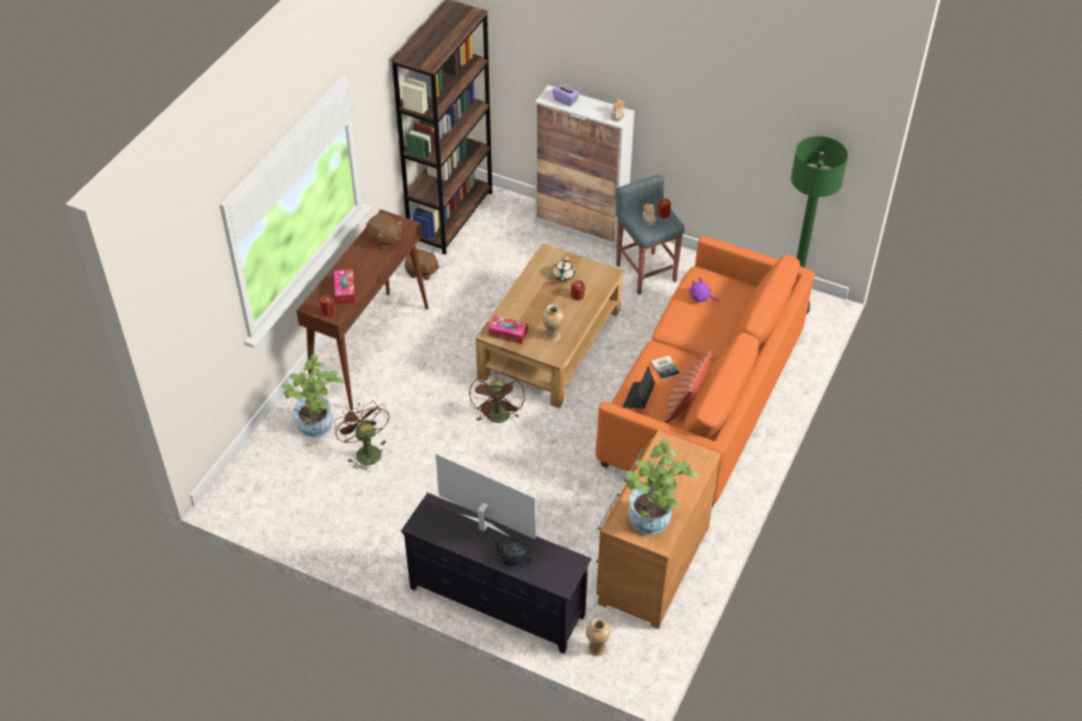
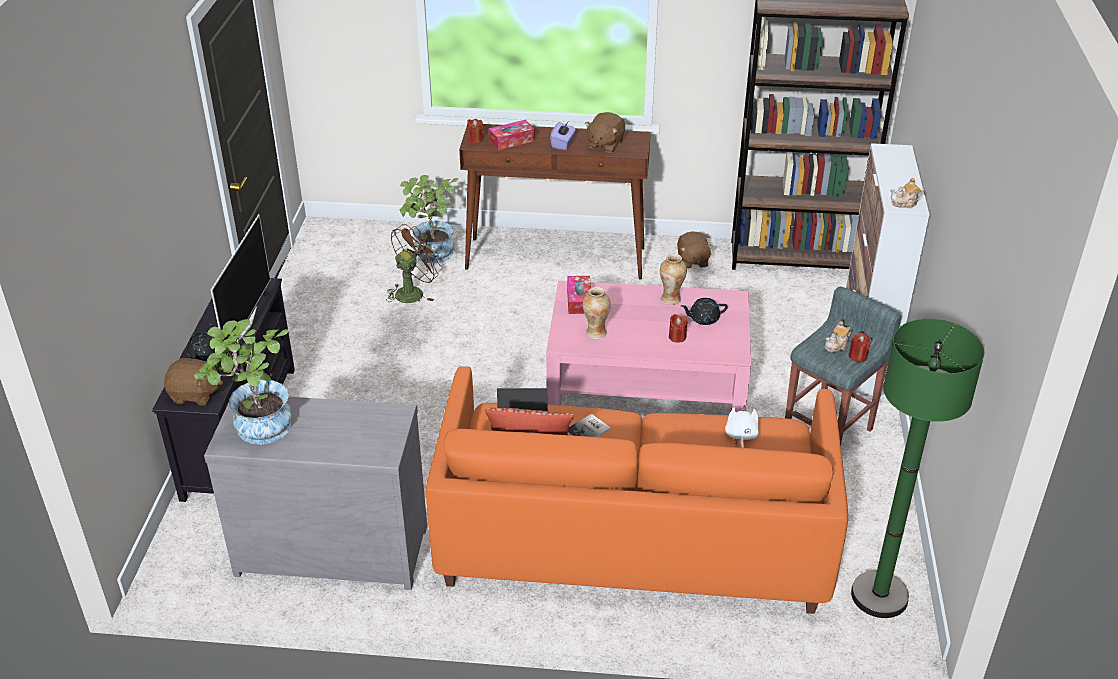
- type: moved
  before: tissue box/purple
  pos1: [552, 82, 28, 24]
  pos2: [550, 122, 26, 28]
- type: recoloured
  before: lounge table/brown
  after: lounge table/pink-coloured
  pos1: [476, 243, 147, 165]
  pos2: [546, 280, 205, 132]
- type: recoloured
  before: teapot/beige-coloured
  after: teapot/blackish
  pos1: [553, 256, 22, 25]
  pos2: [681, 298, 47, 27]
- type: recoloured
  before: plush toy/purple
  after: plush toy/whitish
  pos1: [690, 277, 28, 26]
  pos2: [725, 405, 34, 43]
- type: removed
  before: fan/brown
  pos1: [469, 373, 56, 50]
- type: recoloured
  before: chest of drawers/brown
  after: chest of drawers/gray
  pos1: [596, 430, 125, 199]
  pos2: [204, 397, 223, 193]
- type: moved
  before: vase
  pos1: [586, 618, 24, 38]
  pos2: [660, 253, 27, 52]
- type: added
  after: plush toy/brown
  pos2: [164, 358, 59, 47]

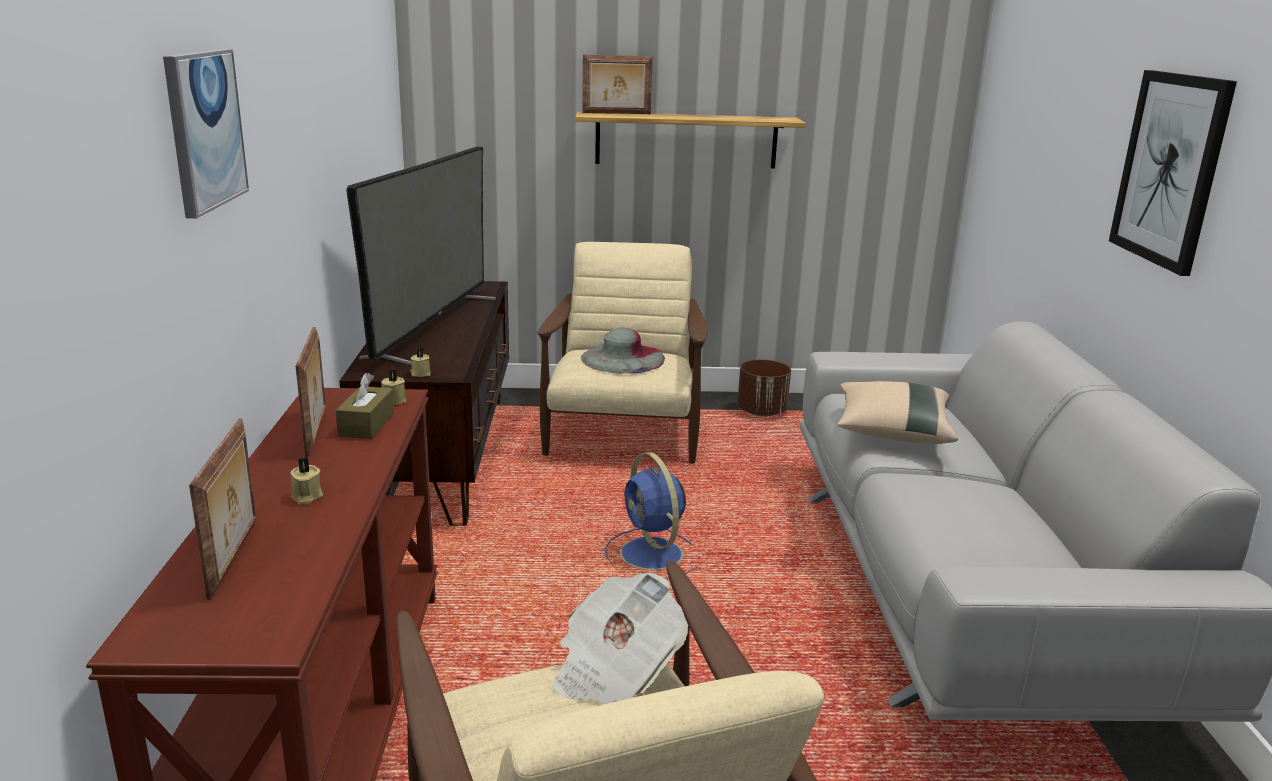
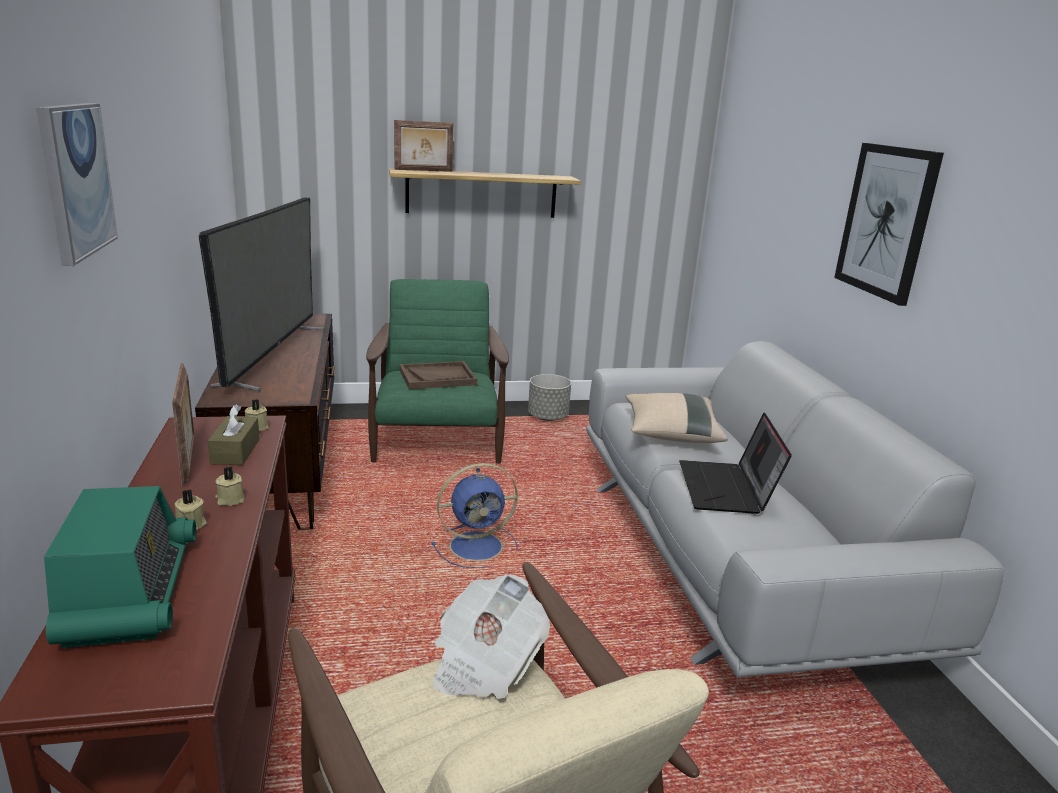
- type: recoloured
  before: lounge chair/beige-coloured
  after: lounge chair/green-coloured
  pos1: [538, 242, 170, 222]
  pos2: [366, 279, 143, 185]
- type: replaced
  before: clothing hat/gray
  after: carrying tray/brown
  pos1: [581, 328, 84, 46]
  pos2: [400, 361, 77, 28]
- type: moved
  before: wax candle/beige-coloured
  pos1: [410, 348, 21, 29]
  pos2: [216, 466, 28, 40]
- type: recoloured
  before: planter/brown
  after: planter/gray
  pos1: [738, 359, 53, 58]
  pos2: [528, 374, 43, 47]
- type: replaced
  before: photo frame
  after: radio
  pos1: [189, 419, 67, 181]
  pos2: [44, 486, 152, 162]
- type: turned
  before: fan/blue-coloured
  pos1: [605, 452, 94, 127]
  pos2: [432, 463, 86, 105]
  turn: -75
- type: added
  after: portable computer
  pos2: [679, 413, 113, 101]

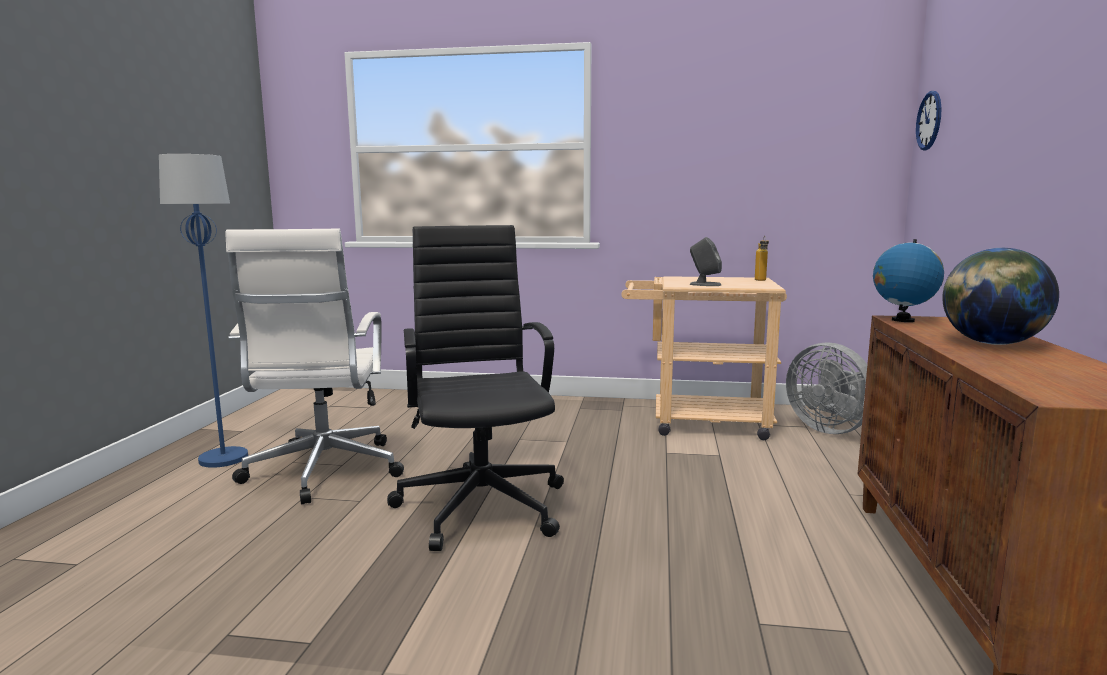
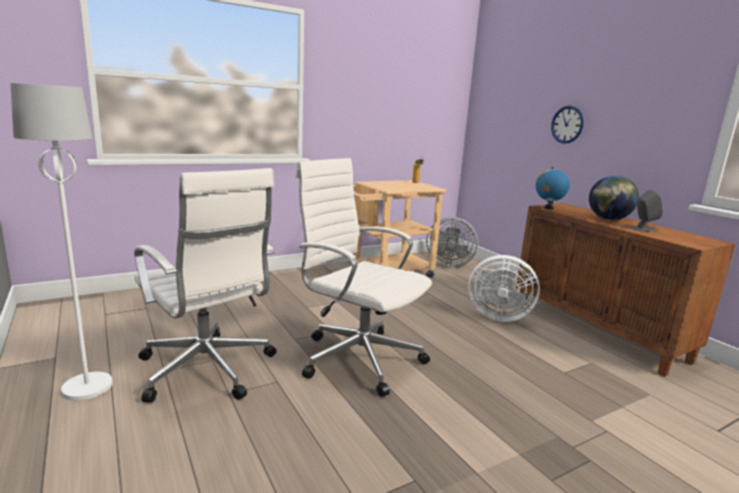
- type: moved
  before: wall clock
  pos1: [916, 91, 25, 59]
  pos2: [551, 106, 33, 38]
- type: recoloured
  before: standard lamp/blue-coloured
  after: standard lamp/whitish
  pos1: [159, 154, 89, 314]
  pos2: [10, 83, 102, 318]
- type: recoloured
  before: desk chair/blackish
  after: desk chair/whitish
  pos1: [387, 225, 177, 326]
  pos2: [296, 158, 136, 239]
- type: moved
  before: loudspeaker/gray
  pos1: [690, 237, 32, 49]
  pos2: [630, 190, 33, 42]
- type: added
  after: fan/whitish
  pos2: [468, 255, 72, 67]

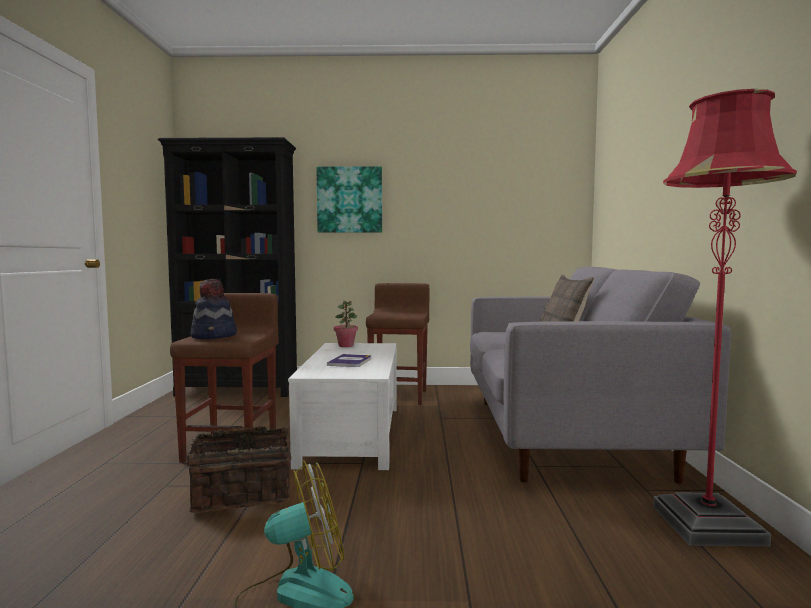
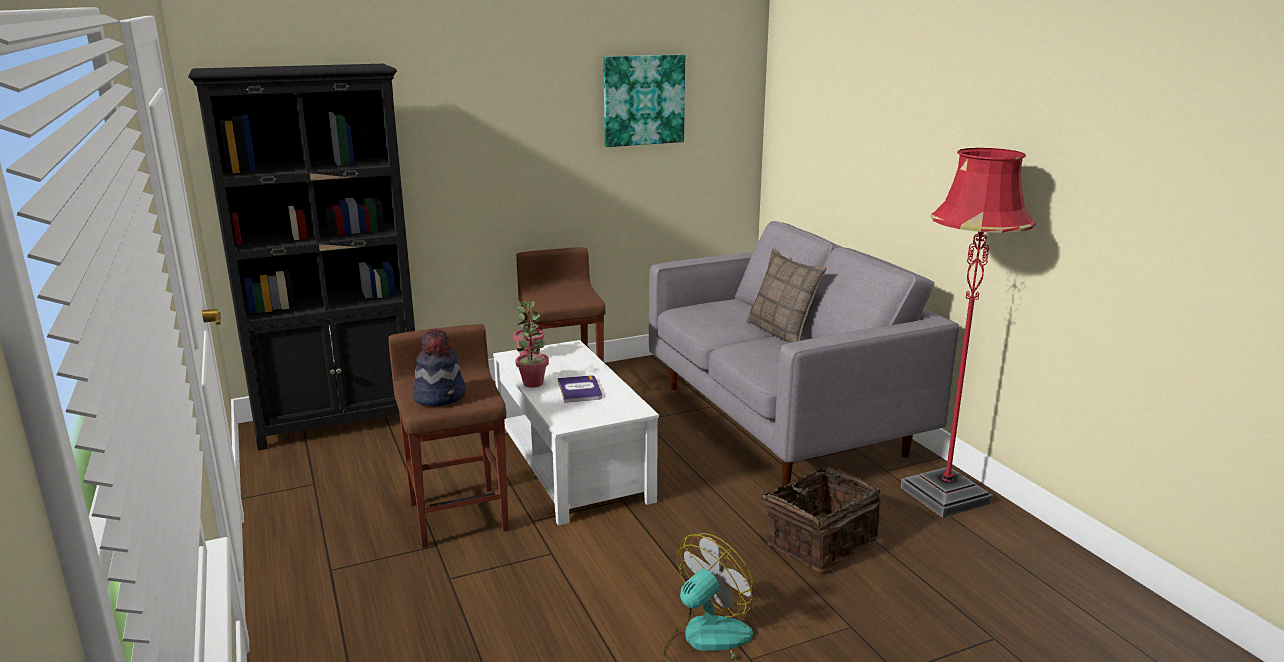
- type: moved
  before: picture
  pos1: [317, 166, 65, 67]
  pos2: [603, 55, 82, 92]
- type: moved
  before: household basket
  pos1: [186, 426, 105, 87]
  pos2: [755, 467, 126, 105]
- type: added
  after: plant in a pot
  pos2: [516, 322, 33, 66]

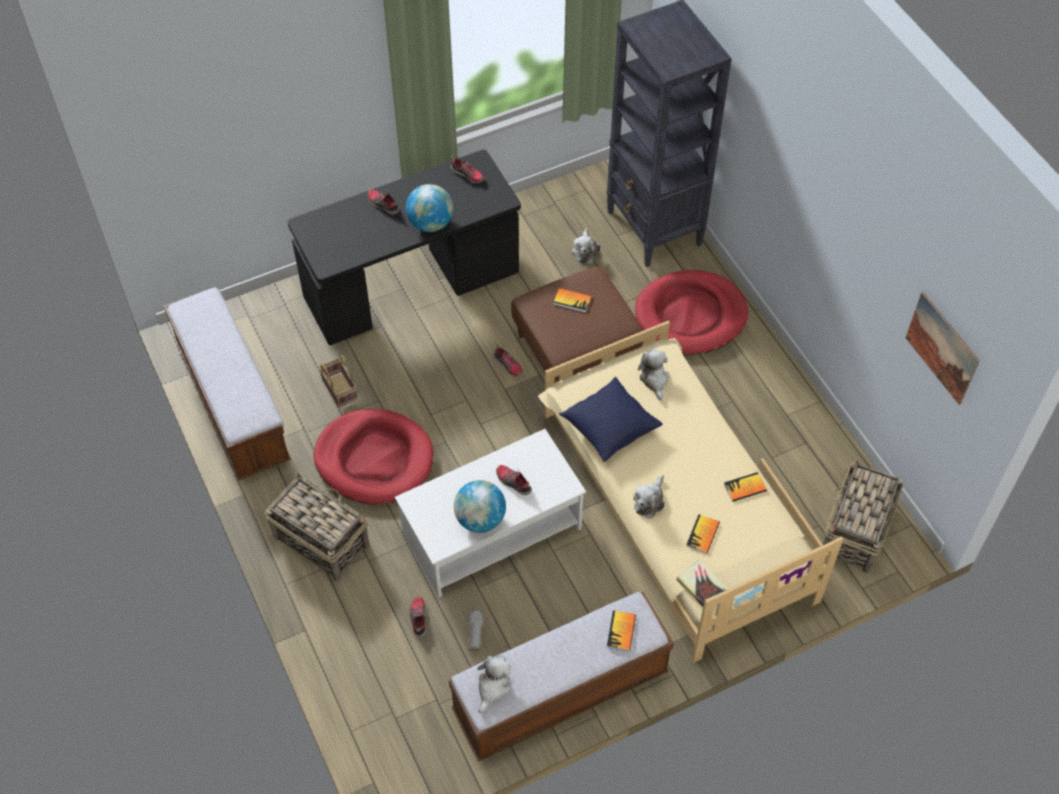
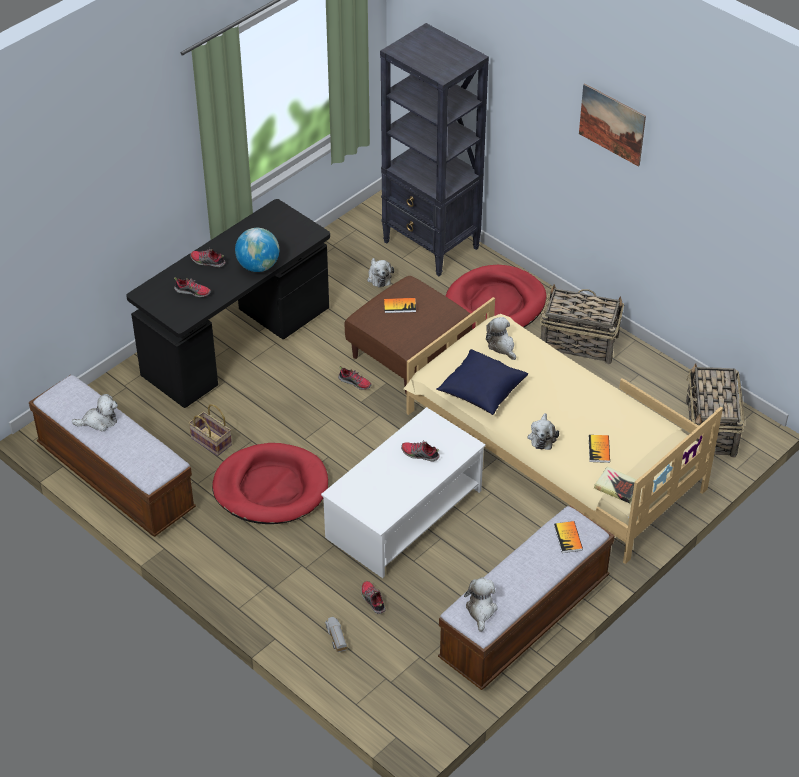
- type: moved
  before: shoe
  pos1: [450, 156, 34, 27]
  pos2: [174, 277, 37, 20]
- type: moved
  before: picture
  pos1: [906, 292, 74, 113]
  pos2: [579, 83, 67, 84]
- type: removed
  before: volume
  pos1: [724, 472, 43, 30]
- type: moved
  before: household basket
  pos1: [265, 473, 105, 108]
  pos2: [540, 284, 84, 80]
- type: removed
  before: desk globe
  pos1: [454, 480, 52, 53]
- type: moved
  before: toy lorry
  pos1: [468, 610, 16, 41]
  pos2: [325, 617, 23, 35]
- type: added
  after: plush toy
  pos2: [72, 394, 46, 38]

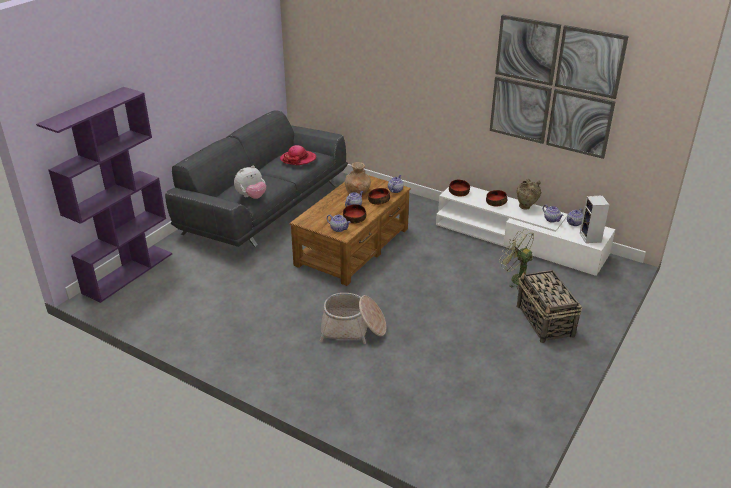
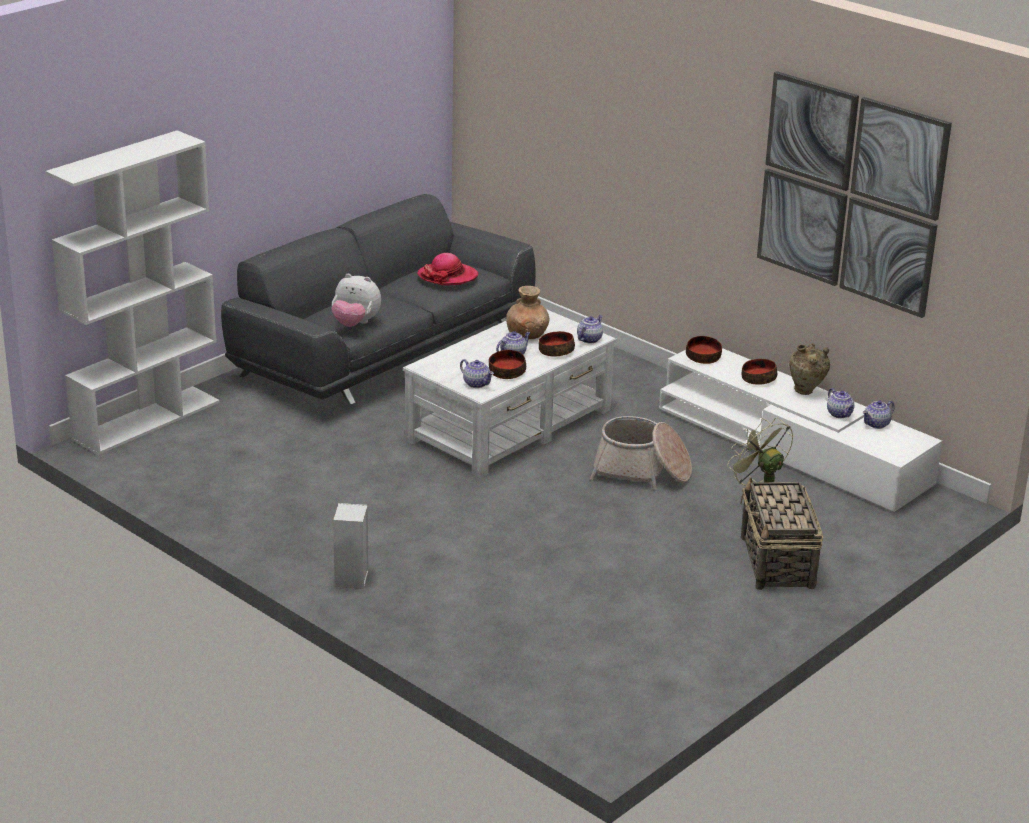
- type: recoloured
  before: bookshelf/purple
  after: bookshelf/whitish
  pos1: [36, 87, 136, 216]
  pos2: [45, 130, 175, 325]
- type: turned
  before: plush toy
  pos1: [234, 165, 32, 34]
  pos2: [331, 274, 50, 53]
  turn: 45
- type: recoloured
  before: lounge table/brown
  after: lounge table/whitish
  pos1: [289, 175, 122, 111]
  pos2: [403, 309, 214, 169]
- type: moved
  before: loudspeaker
  pos1: [580, 195, 29, 48]
  pos2: [333, 503, 36, 86]
- type: moved
  before: household basket
  pos1: [320, 293, 66, 51]
  pos2: [590, 416, 102, 74]

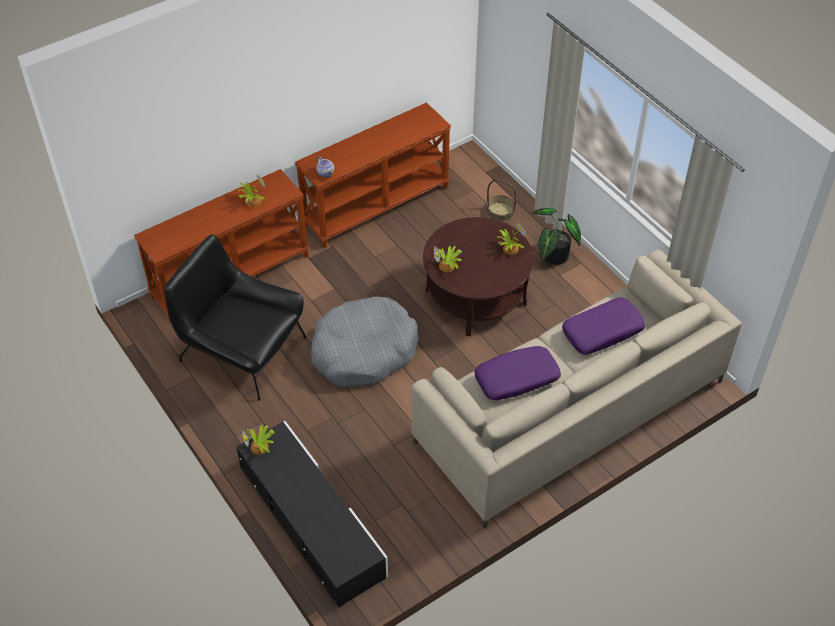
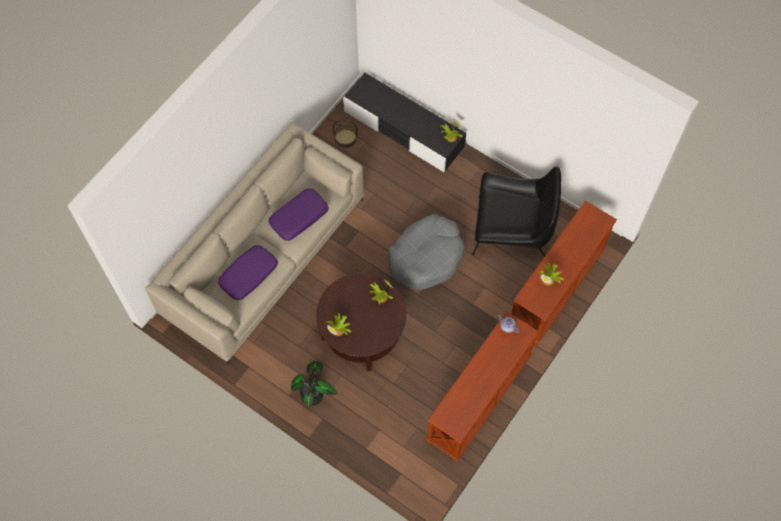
- type: moved
  before: household basket
  pos1: [486, 179, 31, 43]
  pos2: [333, 120, 24, 28]

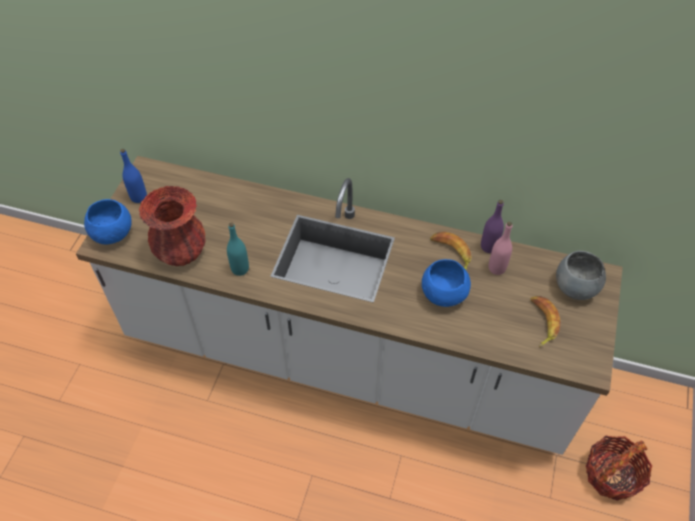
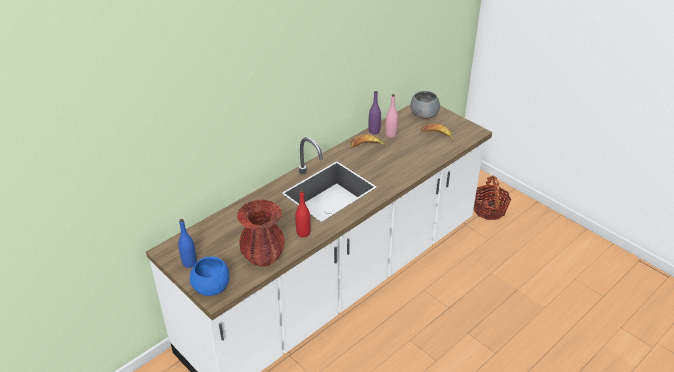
- type: recoloured
  before: beverage bottle/turquoise-coloured
  after: beverage bottle/red
  pos1: [227, 223, 22, 53]
  pos2: [295, 190, 15, 47]
- type: removed
  before: bowl/blue-coloured
  pos1: [422, 259, 49, 48]

